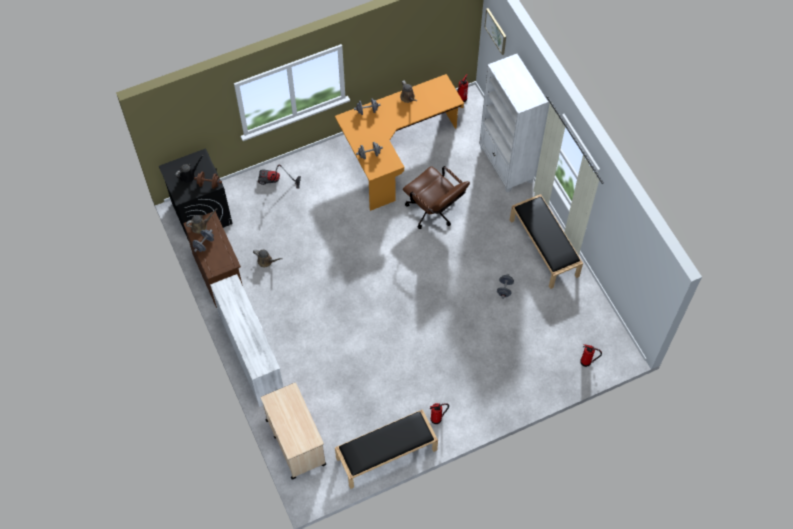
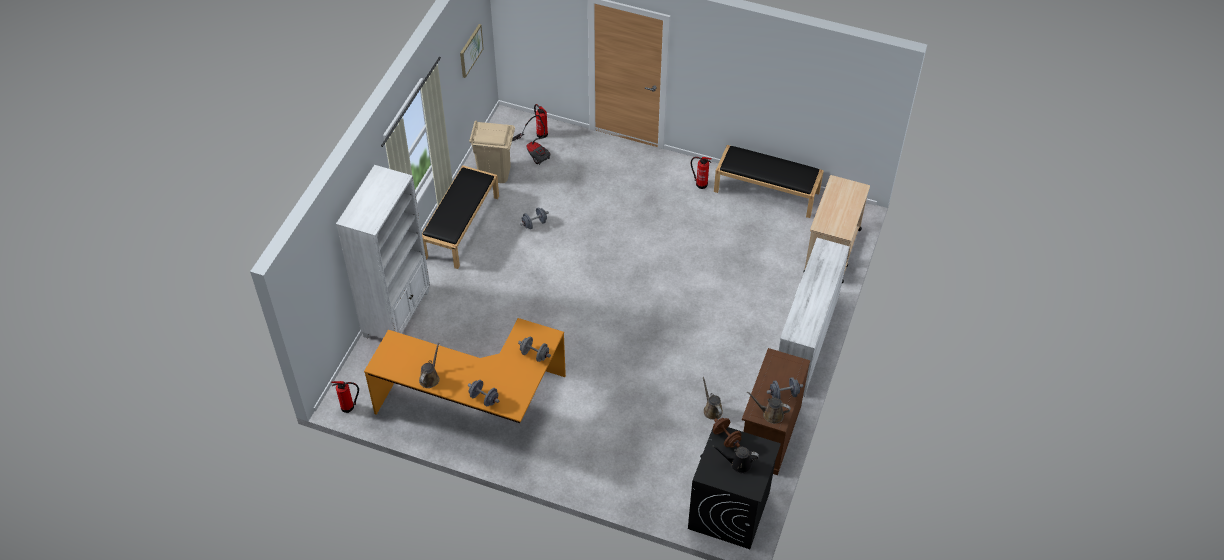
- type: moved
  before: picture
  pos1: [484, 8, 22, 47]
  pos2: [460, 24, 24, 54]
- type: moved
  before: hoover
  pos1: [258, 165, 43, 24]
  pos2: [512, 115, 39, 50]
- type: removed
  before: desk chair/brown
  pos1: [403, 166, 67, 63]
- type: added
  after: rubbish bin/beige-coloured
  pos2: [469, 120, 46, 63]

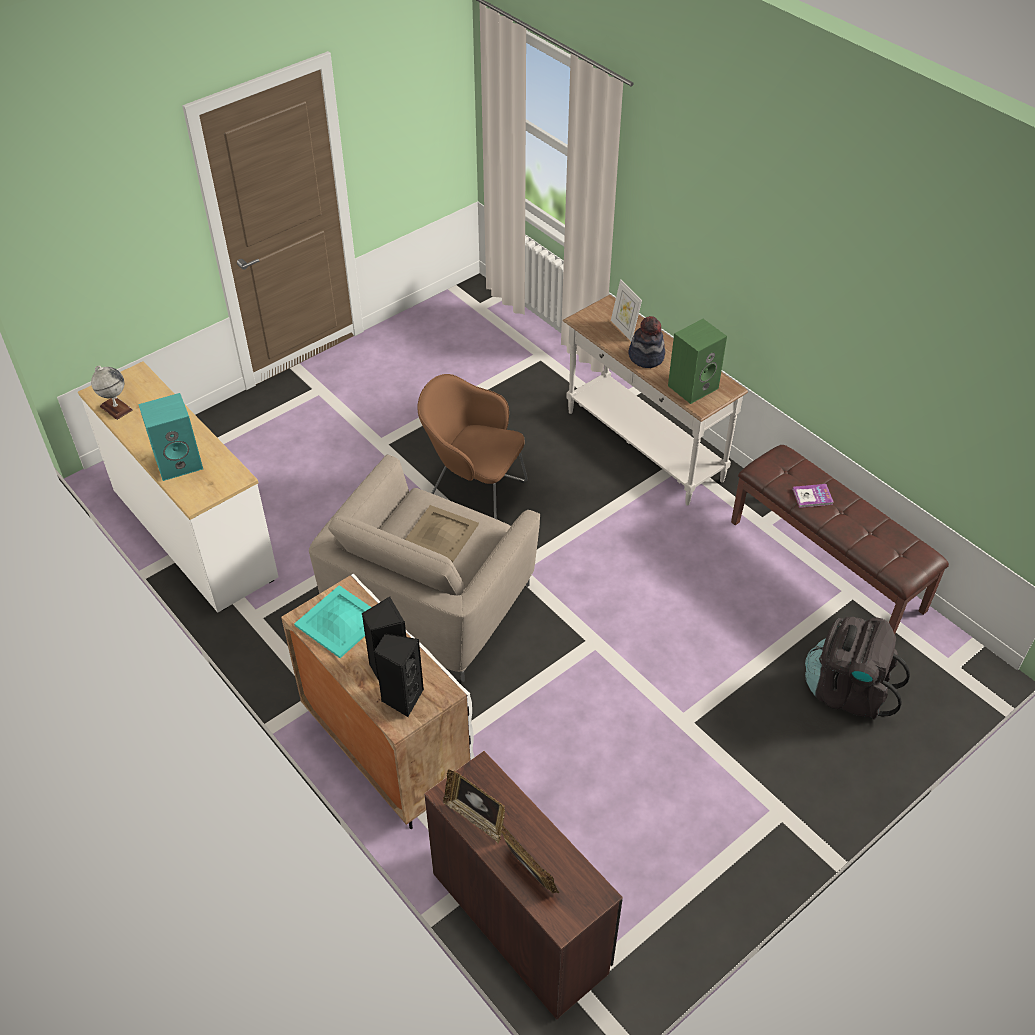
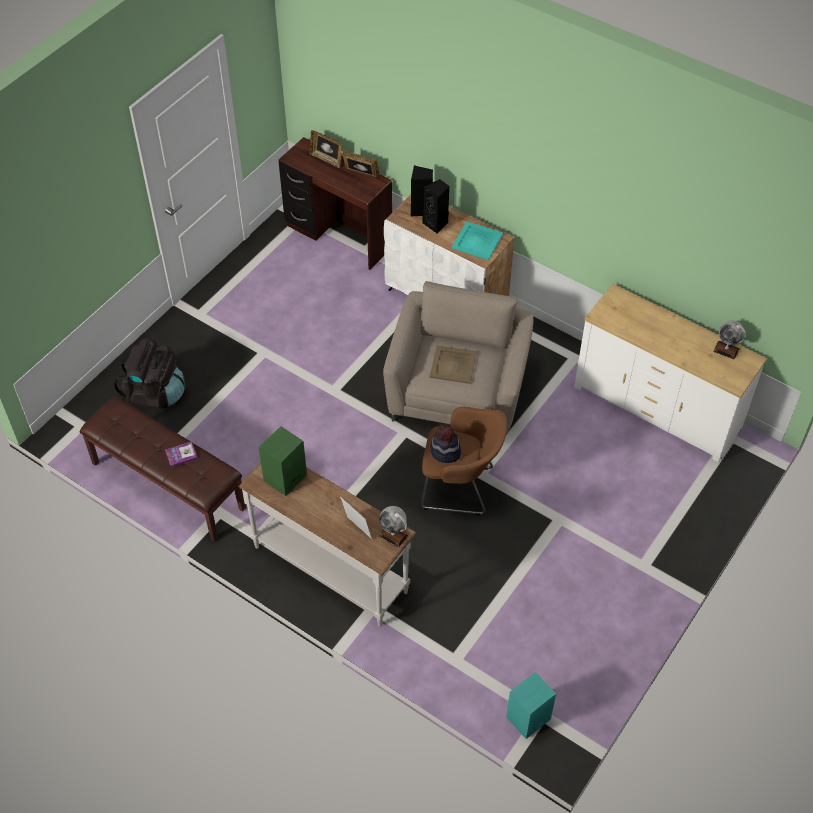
- type: moved
  before: clothing hat
  pos1: [629, 316, 36, 52]
  pos2: [430, 424, 31, 39]
- type: moved
  before: loudspeaker/turquoise-coloured
  pos1: [138, 393, 65, 88]
  pos2: [506, 672, 50, 67]
- type: added
  after: desk globe
  pos2: [378, 506, 30, 41]

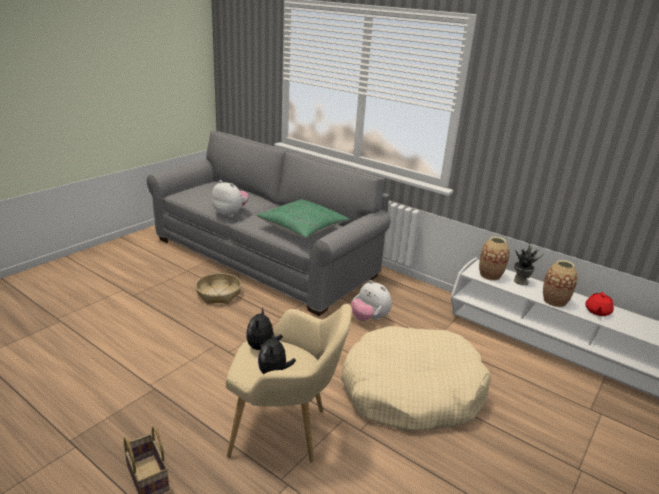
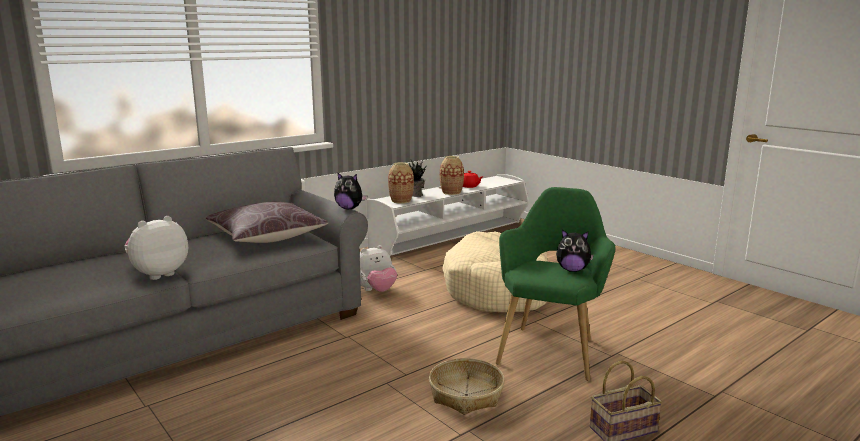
- type: recoloured
  before: pillow/green-coloured
  after: pillow/brown
  pos1: [256, 199, 93, 39]
  pos2: [206, 202, 123, 41]
- type: moved
  before: household basket
  pos1: [196, 273, 45, 31]
  pos2: [429, 358, 76, 57]
- type: recoloured
  before: lounge chair/beige-coloured
  after: lounge chair/green-coloured
  pos1: [226, 304, 126, 159]
  pos2: [496, 187, 120, 194]
- type: moved
  before: plush toy
  pos1: [246, 308, 37, 42]
  pos2: [334, 172, 33, 37]

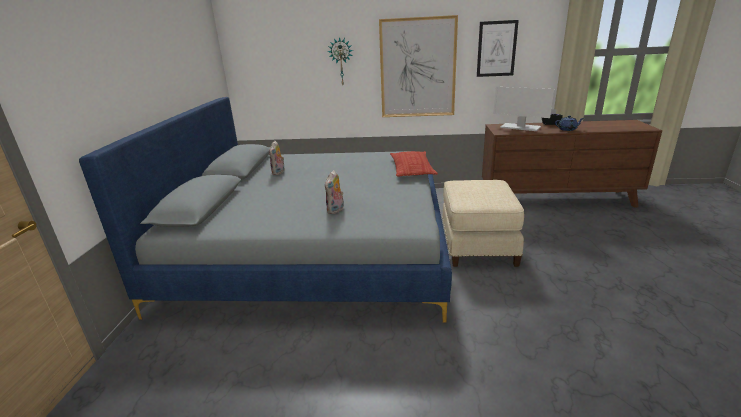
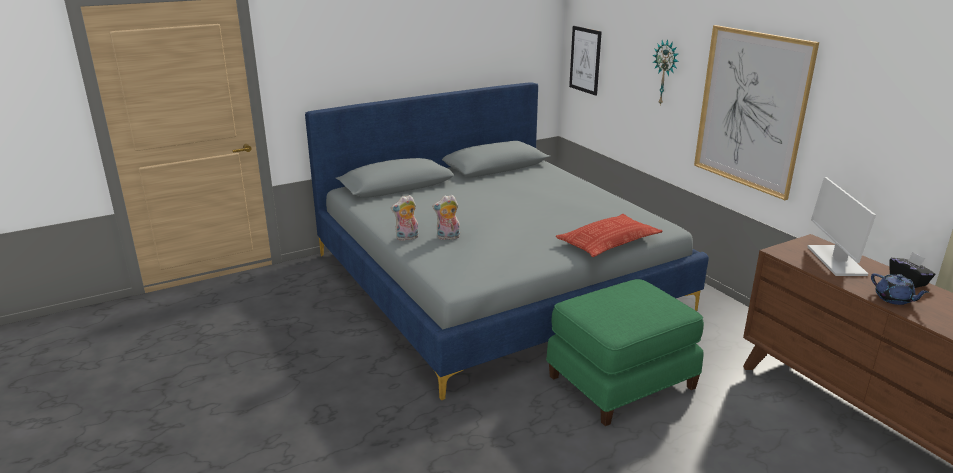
- type: moved
  before: picture
  pos1: [477, 20, 42, 57]
  pos2: [569, 26, 33, 70]
- type: moved
  before: plush toy
  pos1: [269, 141, 15, 34]
  pos2: [391, 195, 28, 46]
- type: recoloured
  before: pouffe/beige-coloured
  after: pouffe/green-coloured
  pos1: [442, 180, 82, 87]
  pos2: [546, 279, 158, 147]

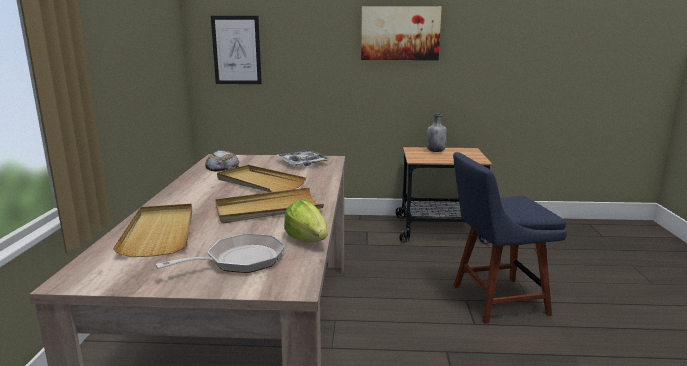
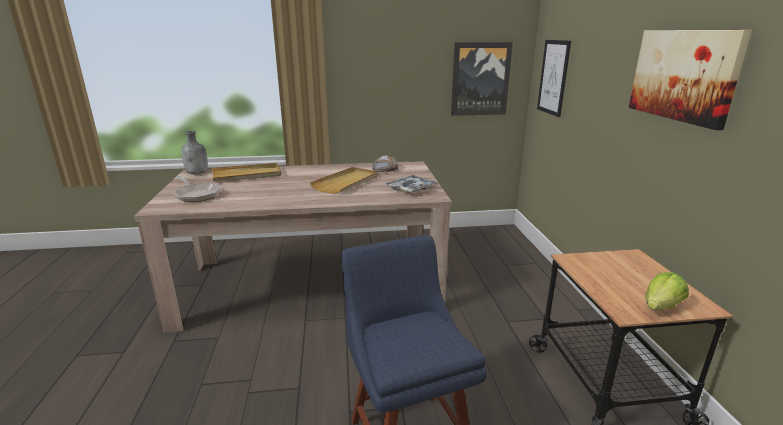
- type: moved
  before: beverage bottle/gray
  pos1: [426, 114, 21, 38]
  pos2: [181, 131, 27, 43]
- type: removed
  before: carrying tray/beige-coloured
  pos1: [215, 187, 109, 36]
- type: moved
  before: lettuce head
  pos1: [284, 200, 44, 42]
  pos2: [645, 272, 44, 38]
- type: added
  after: picture
  pos2: [451, 42, 62, 74]

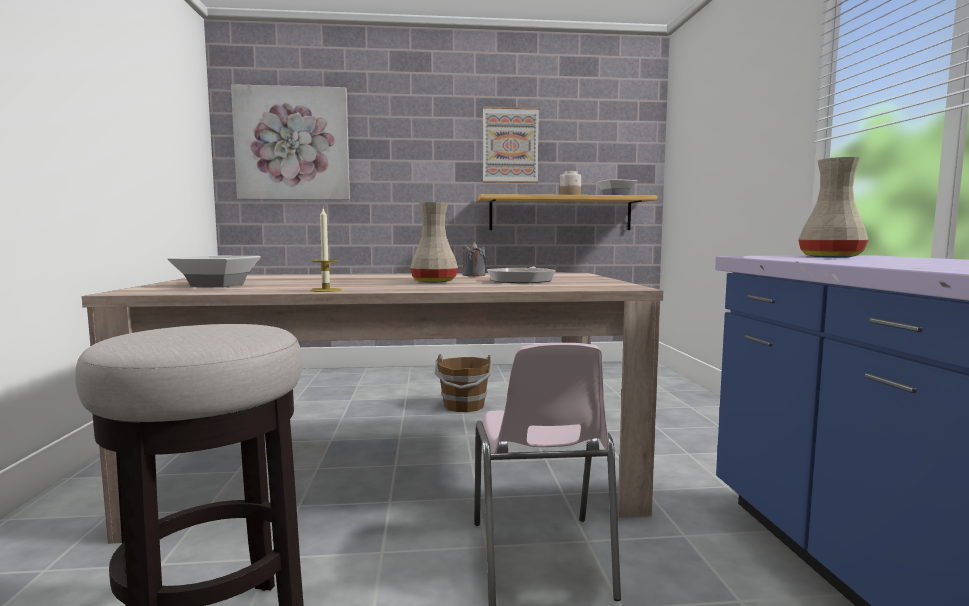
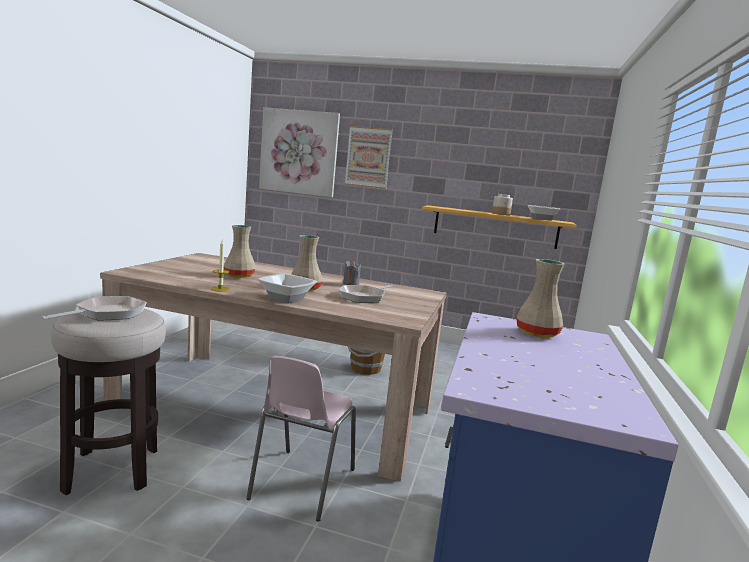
- type: moved
  before: picture
  pos1: [483, 106, 56, 77]
  pos2: [345, 126, 48, 63]
- type: moved
  before: bowl
  pos1: [167, 256, 94, 31]
  pos2: [258, 274, 59, 29]
- type: added
  after: vase/beige-coloured
  pos2: [224, 225, 32, 53]
- type: added
  after: frying pan
  pos2: [41, 296, 106, 24]

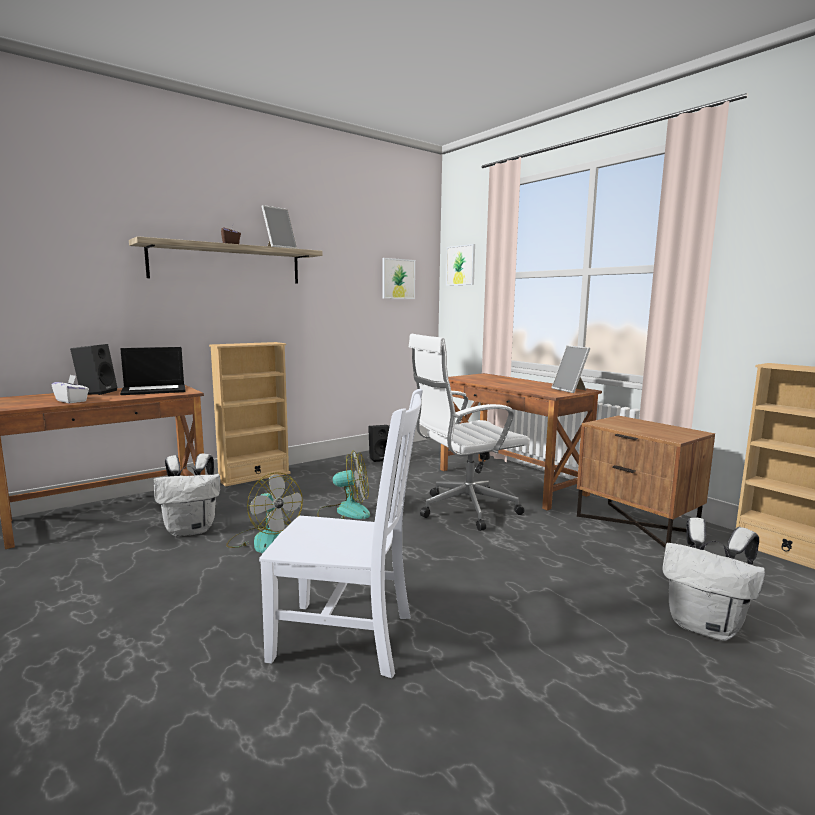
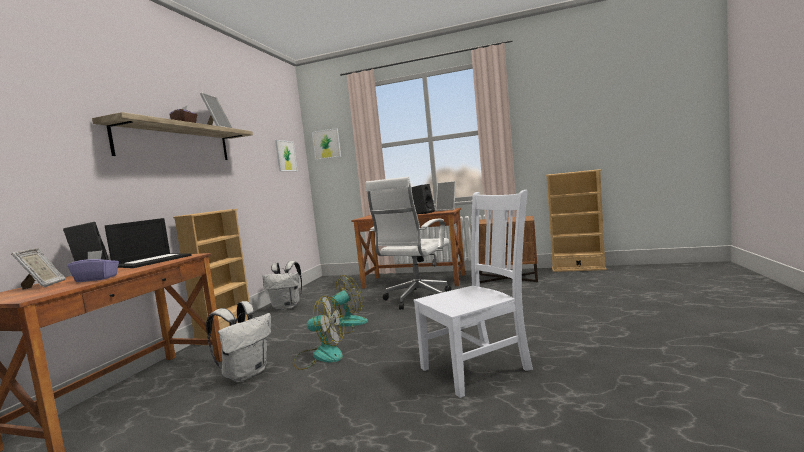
- type: recoloured
  before: tissue box/whitish
  after: tissue box/purple
  pos1: [52, 375, 37, 28]
  pos2: [68, 250, 51, 32]
- type: moved
  before: loudspeaker/blackish
  pos1: [368, 425, 22, 37]
  pos2: [411, 184, 24, 30]
- type: moved
  before: backpack/whitish
  pos1: [662, 518, 104, 123]
  pos2: [263, 261, 39, 49]
- type: added
  after: photo frame
  pos2: [11, 248, 54, 42]

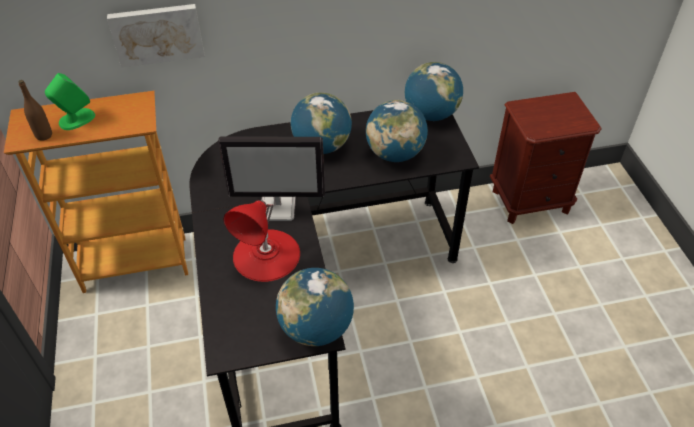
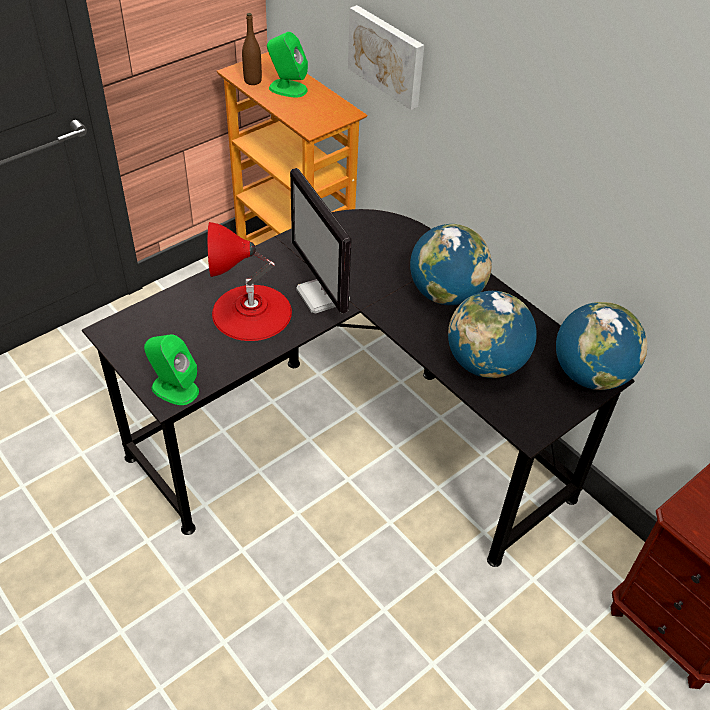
- type: replaced
  before: desk globe
  after: loudspeaker/green-coloured
  pos1: [276, 268, 78, 78]
  pos2: [144, 334, 55, 71]

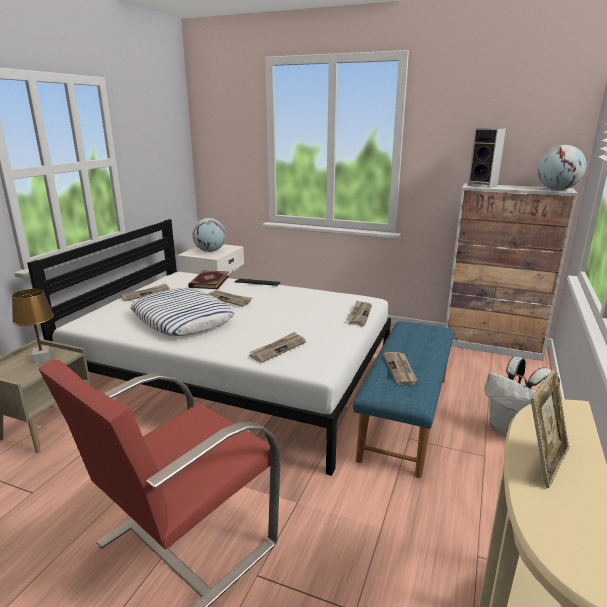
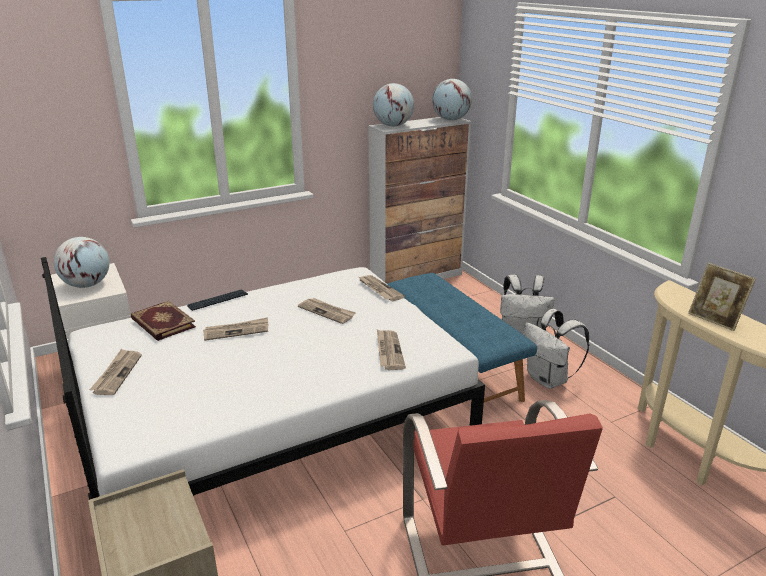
- type: replaced
  before: loudspeaker
  after: desk globe
  pos1: [468, 128, 38, 60]
  pos2: [373, 83, 41, 44]
- type: removed
  before: pillow
  pos1: [130, 288, 104, 48]
- type: removed
  before: tabletop lamp/brown
  pos1: [12, 289, 42, 74]
- type: moved
  before: printed paper
  pos1: [383, 352, 35, 33]
  pos2: [298, 298, 58, 26]
- type: turned
  before: photo frame
  pos1: [531, 368, 38, 120]
  pos2: [688, 263, 68, 68]
  turn: 150
- type: added
  after: backpack/whitish
  pos2: [523, 309, 66, 80]

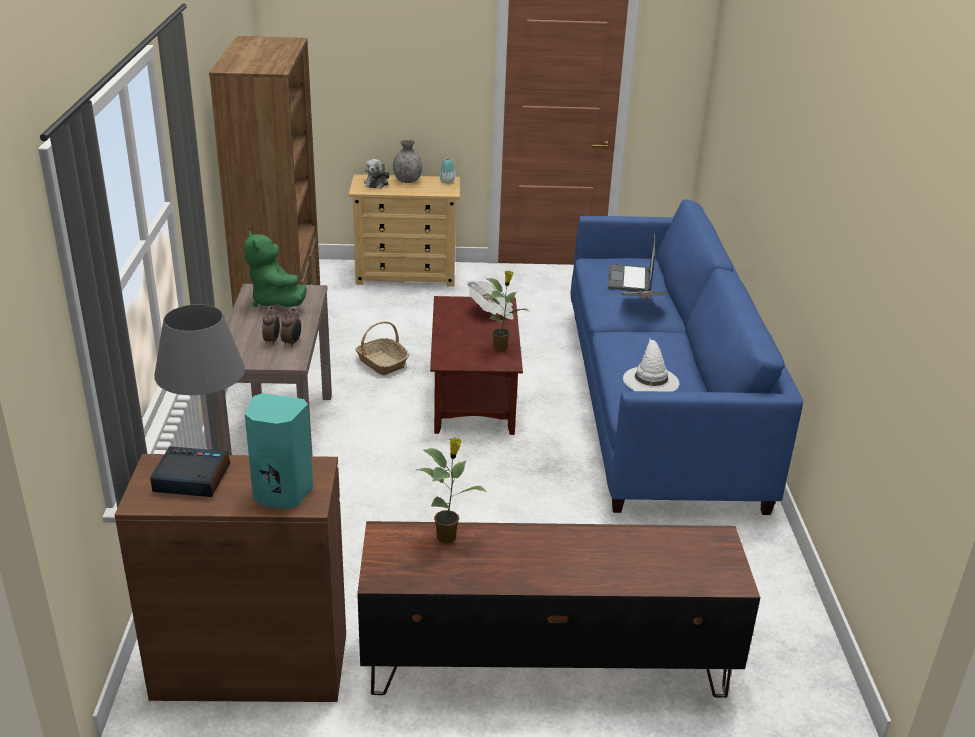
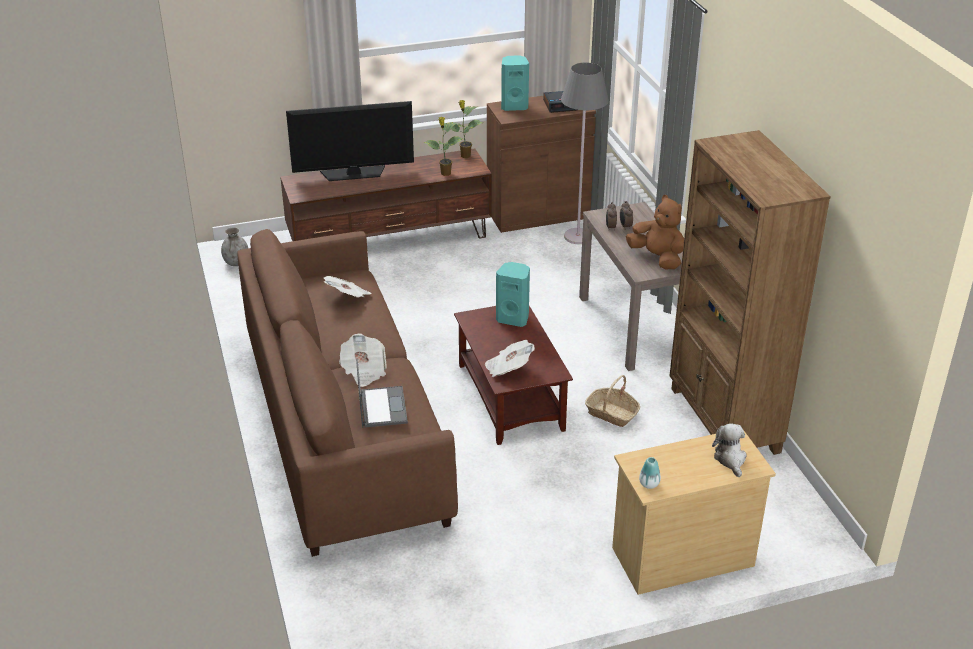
- type: moved
  before: vase/gray
  pos1: [393, 140, 29, 43]
  pos2: [221, 227, 27, 39]
- type: recoloured
  before: couch/blue-coloured
  after: couch/brown
  pos1: [570, 199, 233, 316]
  pos2: [237, 229, 221, 328]
- type: recoloured
  before: plush toy/green-coloured
  after: plush toy/brown
  pos1: [244, 231, 63, 76]
  pos2: [626, 195, 58, 74]
- type: moved
  before: plant in a pot
  pos1: [483, 270, 46, 82]
  pos2: [450, 100, 33, 58]
- type: replaced
  before: clothing hat/whitish
  after: printed paper
  pos1: [623, 339, 56, 53]
  pos2: [323, 276, 49, 22]
- type: added
  after: television
  pos2: [286, 101, 128, 80]
- type: added
  after: loudspeaker/turquoise-coloured
  pos2: [496, 262, 34, 65]

